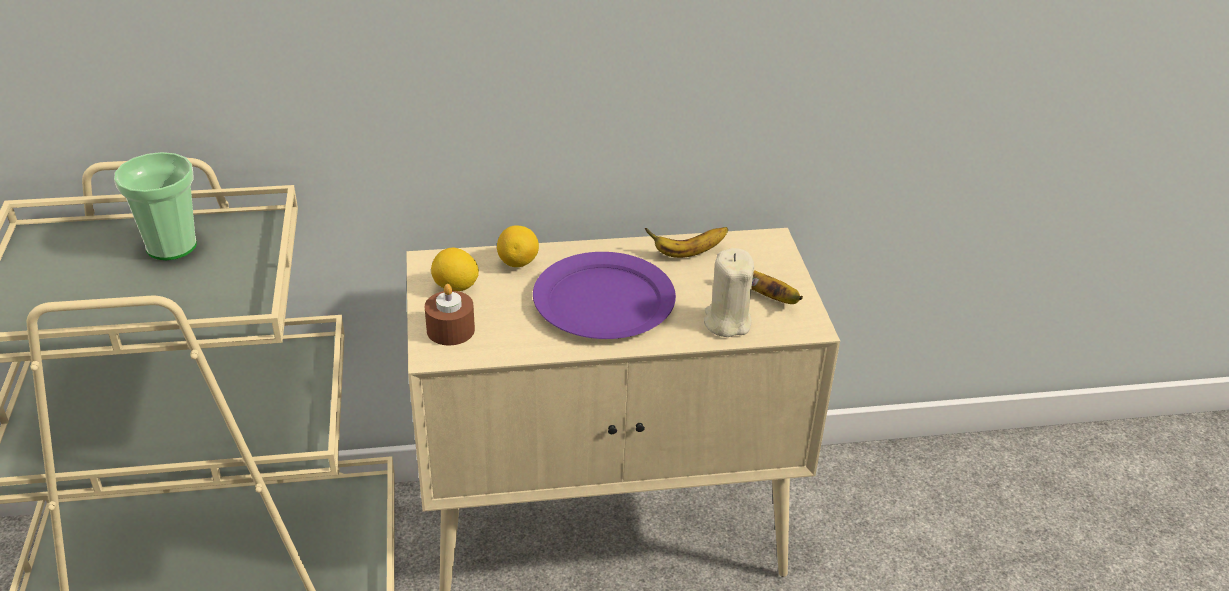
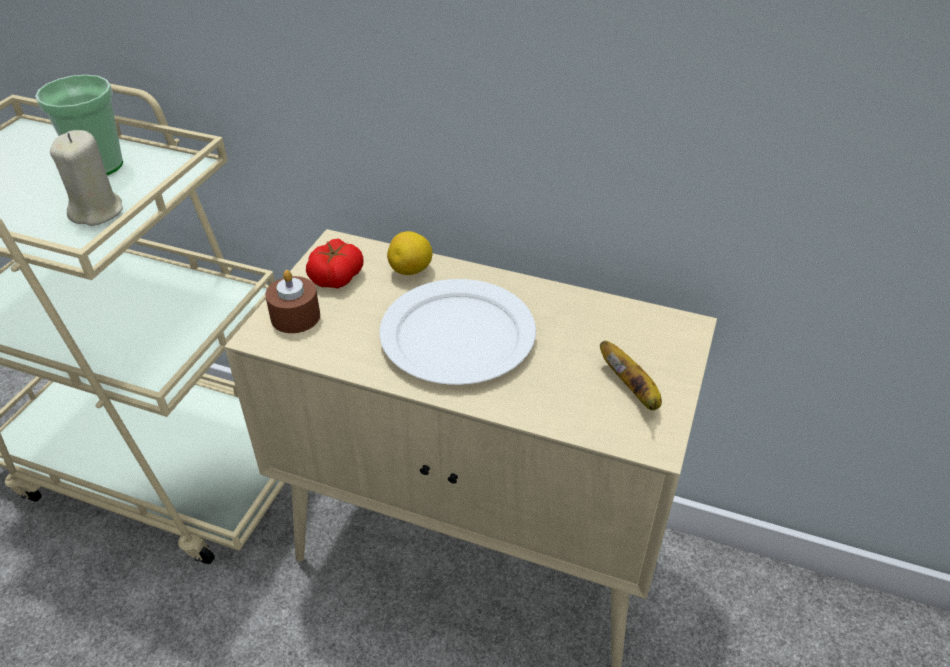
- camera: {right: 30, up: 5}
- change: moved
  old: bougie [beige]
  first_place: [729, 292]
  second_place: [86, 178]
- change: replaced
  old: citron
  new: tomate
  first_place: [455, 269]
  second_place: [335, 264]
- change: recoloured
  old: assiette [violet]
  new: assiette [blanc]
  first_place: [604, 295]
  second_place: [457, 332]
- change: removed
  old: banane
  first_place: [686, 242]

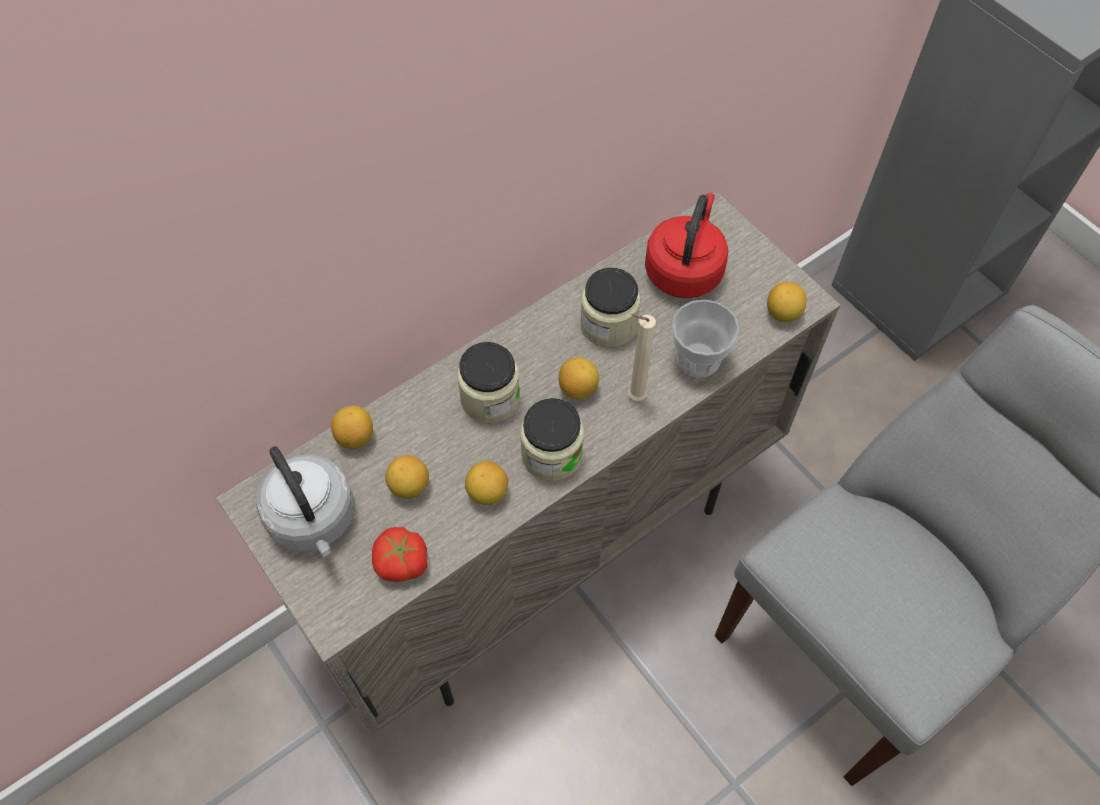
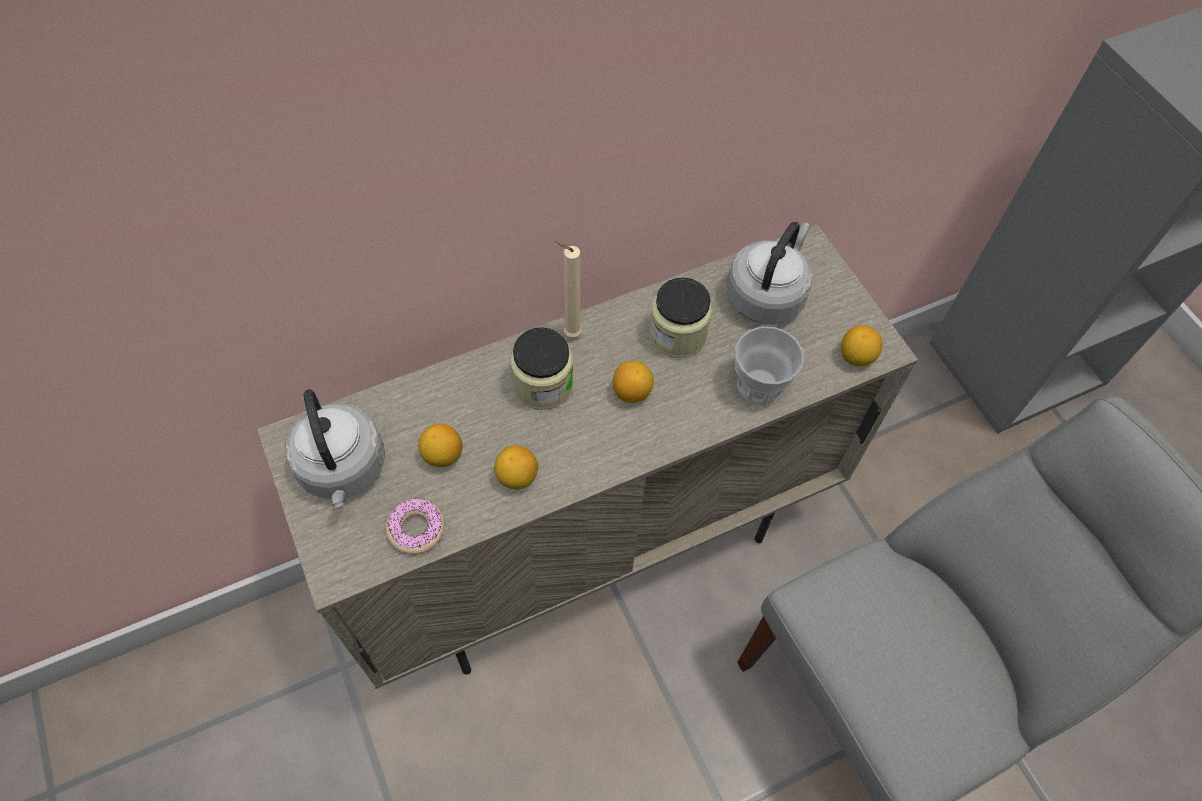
- camera: {right: 10, up: 0}
- change: replaced
  old: tomate
  new: beignet
  first_place: [400, 554]
  second_place: [415, 526]
- change: moved
  old: bougie [beige]
  first_place: [642, 357]
  second_place: [568, 289]
- change: recoloured
  old: bouilloire [rouge]
  new: bouilloire [gris]
  first_place: [686, 245]
  second_place: [770, 273]
- change: removed
  old: citron
  first_place: [352, 427]
- change: removed
  old: bocal
  first_place: [552, 439]

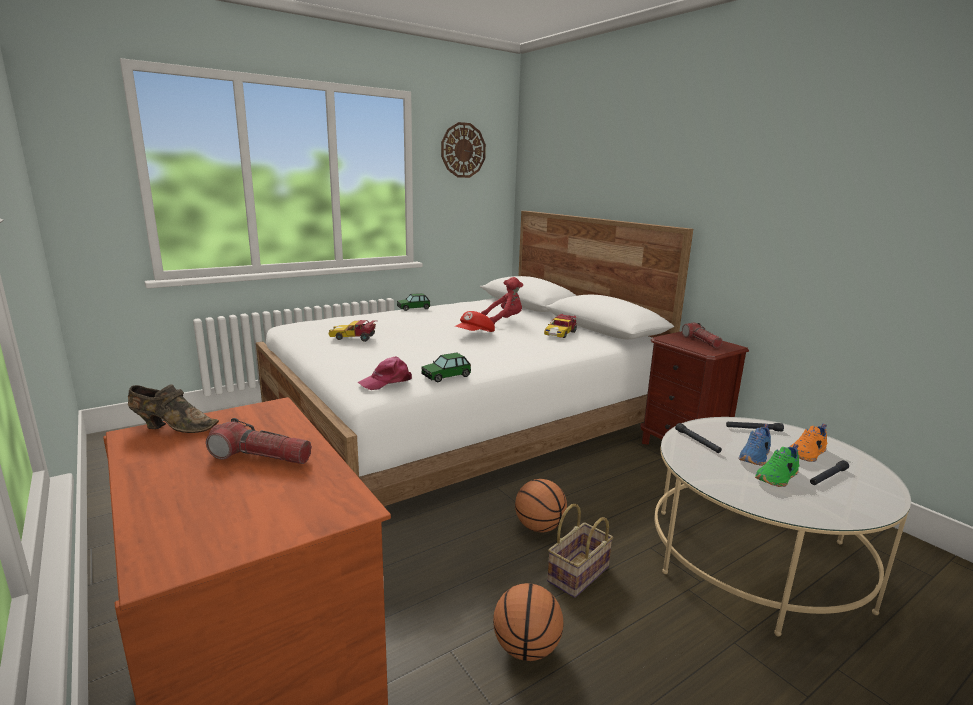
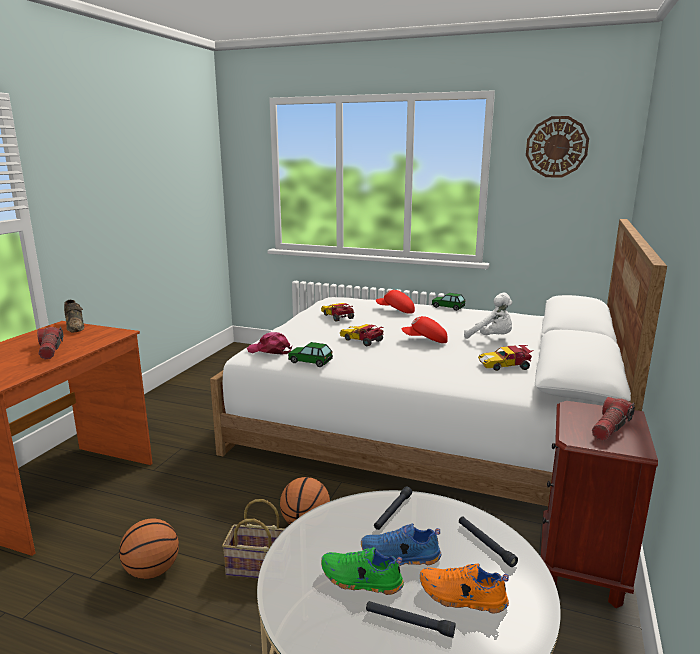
- camera: {right: 55, up: 0}
- change: added
  new: petite voiture
  second_place: [362, 335]
- change: added
  new: casquette [rouge]
  second_place: [395, 302]
- change: recoloured
  old: peluche [rouge]
  new: peluche [blanc]
  first_place: [502, 300]
  second_place: [488, 316]

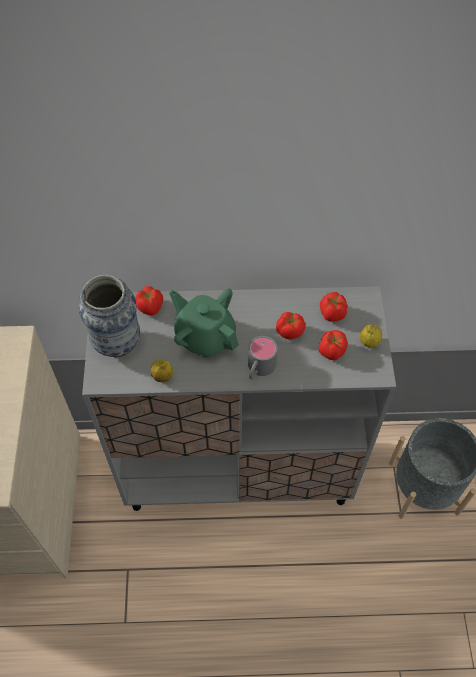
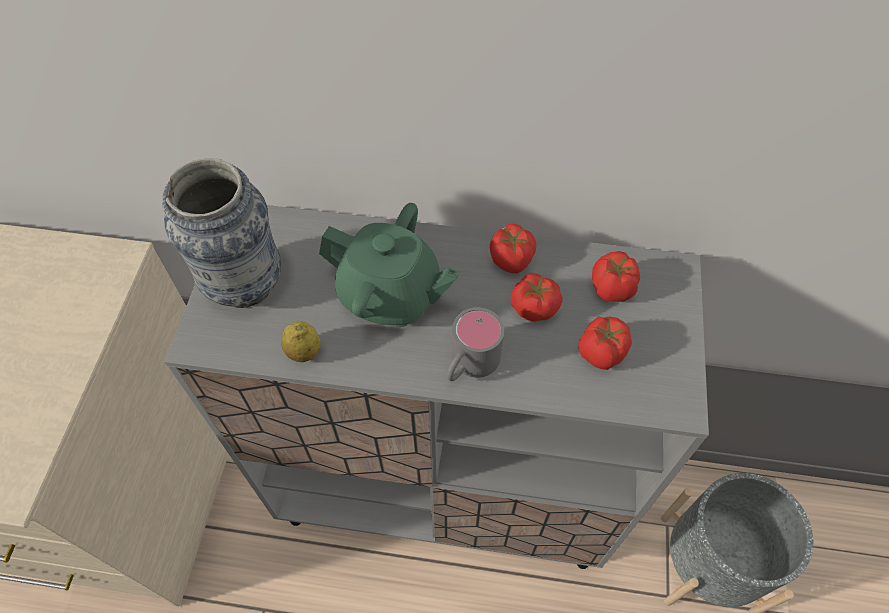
- camera: {right: 10, up: 0}
- change: turned
  old: théière [vert]
  first_place: [204, 323]
  second_place: [389, 265]
  degrees: 150
- change: moved
  old: tomate
  first_place: [149, 300]
  second_place: [513, 248]
- change: removed
  old: citron
  first_place: [371, 336]

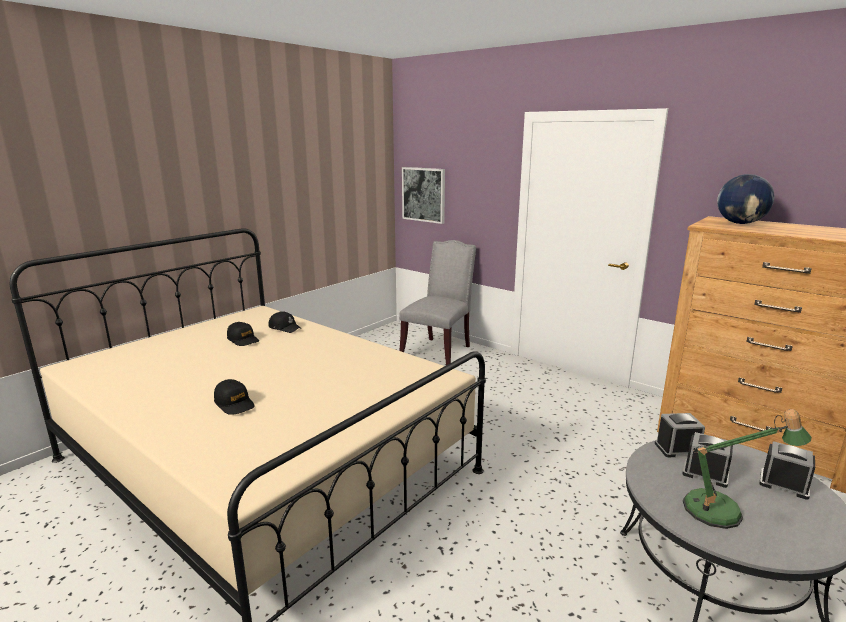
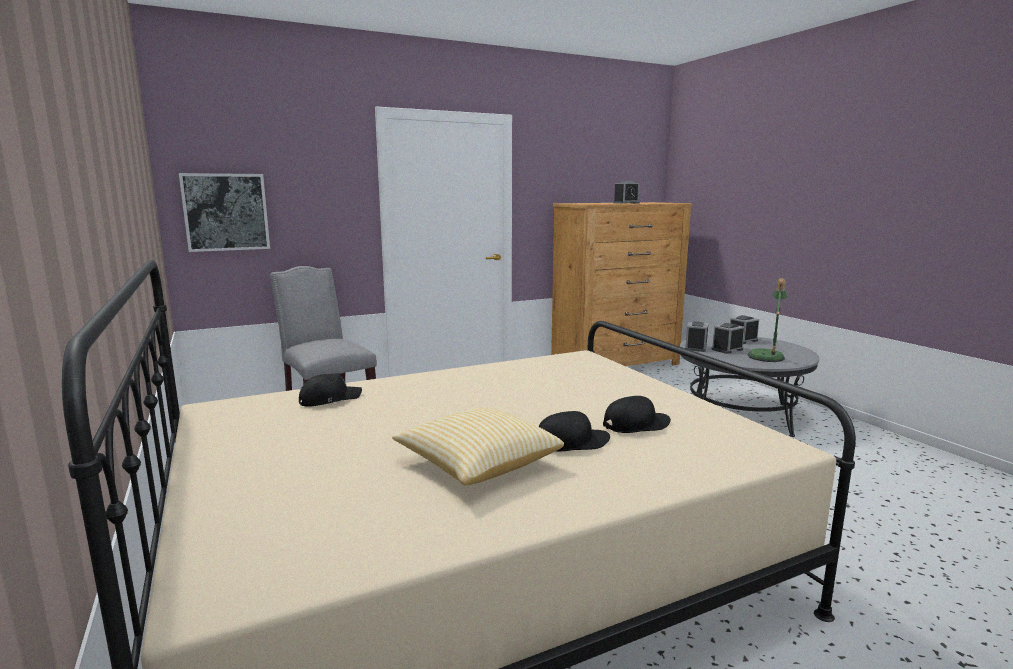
- camera: {right: -65, up: -5}
- change: added
  new: coussin
  second_place: [478, 446]
- change: moved
  old: casquette [noir]
  first_place: [243, 334]
  second_place: [637, 414]
- change: added
  new: réveil
  second_place: [626, 192]
- change: removed
  old: globe
  first_place: [746, 199]

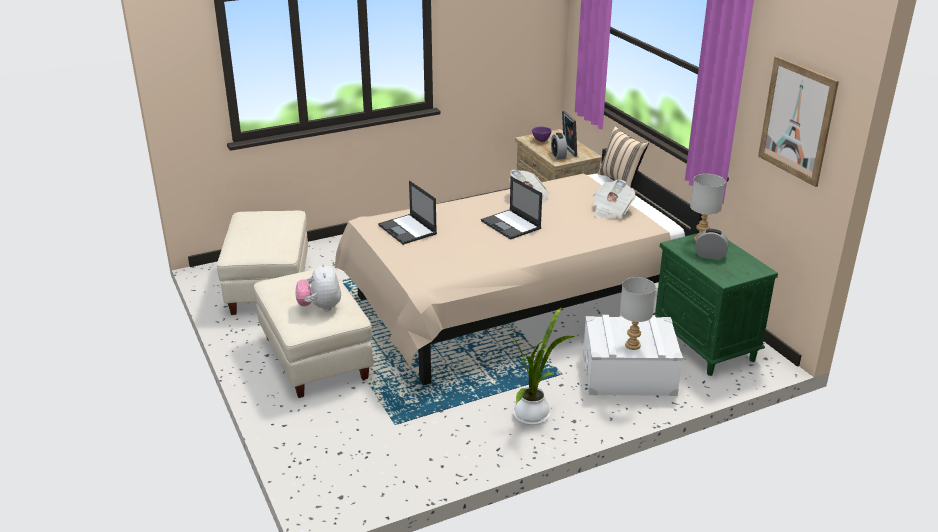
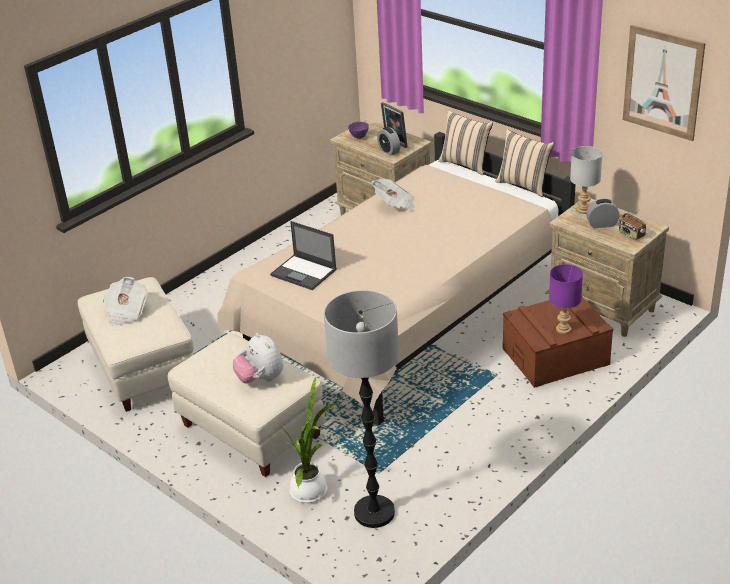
- camera: {right: -20, up: 5}
- change: moved
  old: journal
  first_place: [614, 199]
  second_place: [125, 301]
- change: moved
  old: plante en pot
  first_place: [542, 366]
  second_place: [305, 440]
- change: added
  new: lampadaire
  second_place: [361, 409]
- change: added
  new: coussin [beige]
  second_place: [525, 163]
- change: recoloured
  old: boîte de rangement [blanc]
  new: boîte de rangement [marron]
  first_place: [633, 355]
  second_place: [557, 342]
- change: recoloured
  old: table de chevet [vert]
  new: table de chevet [beige]
  first_place: [715, 304]
  second_place: [607, 268]
- change: recoloured
  old: lampe de table [gris]
  new: lampe de table [violet]
  first_place: [638, 313]
  second_place: [566, 299]
- change: added
  new: radio
  second_place: [632, 225]
- change: removed
  old: ordinateur portable
  first_place: [511, 208]

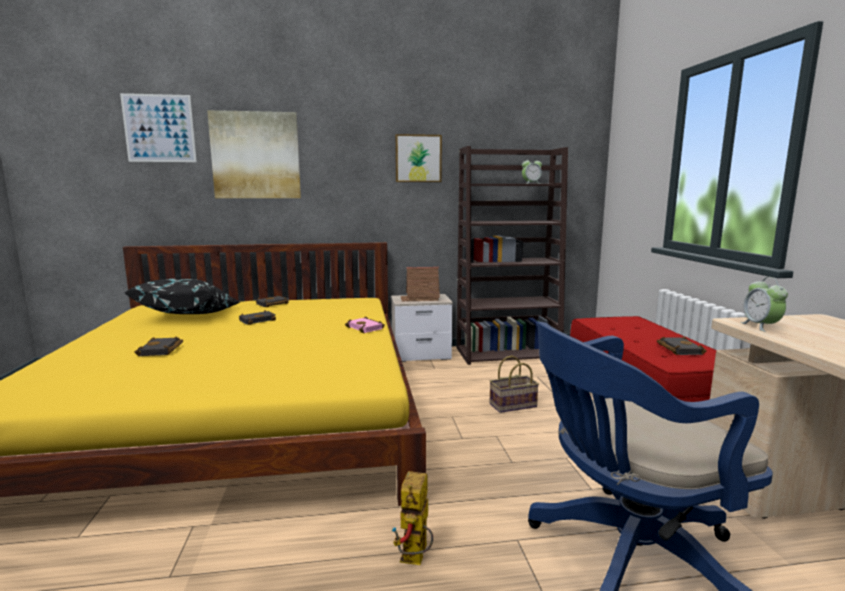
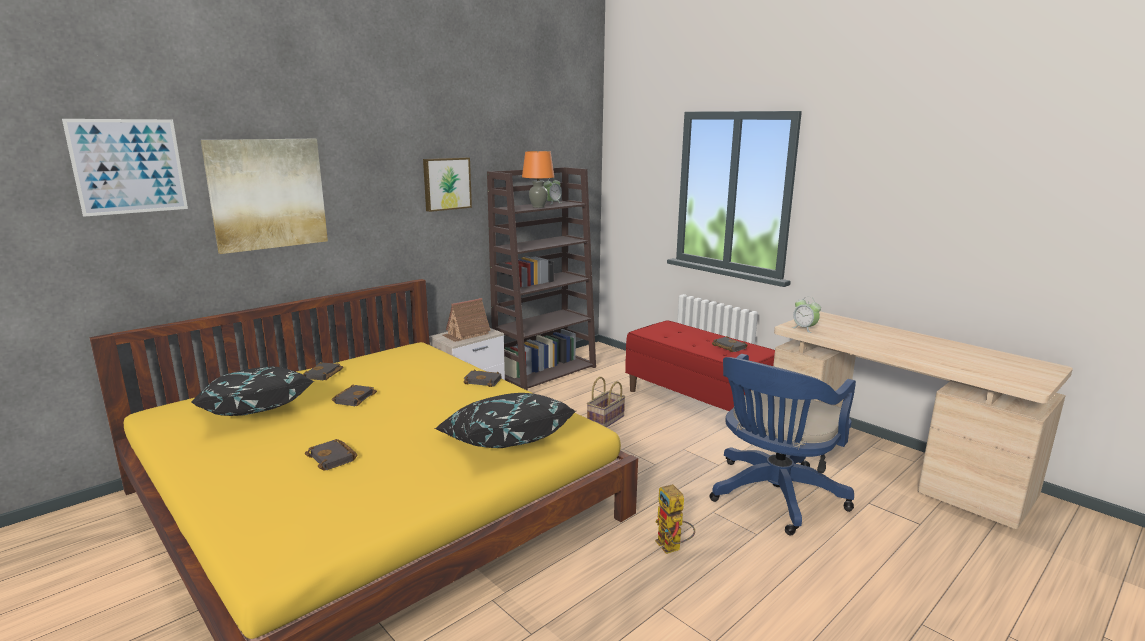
- camera: {right: -35, up: 5}
- change: added
  new: coussin [noir]
  second_place: [505, 420]
- change: recoloured
  old: livre [rose]
  new: livre [noir]
  first_place: [365, 324]
  second_place: [482, 378]
- change: added
  new: lampe de table [orange]
  second_place: [538, 179]

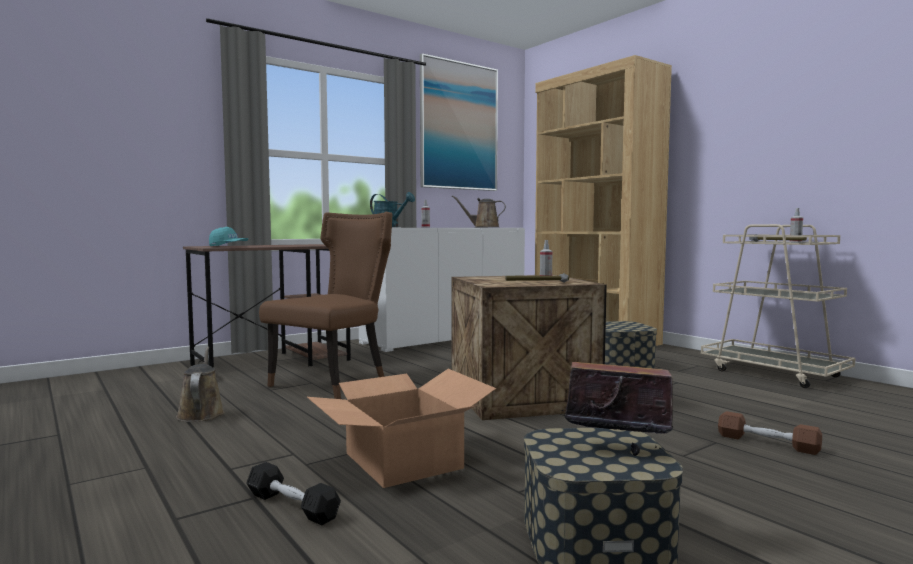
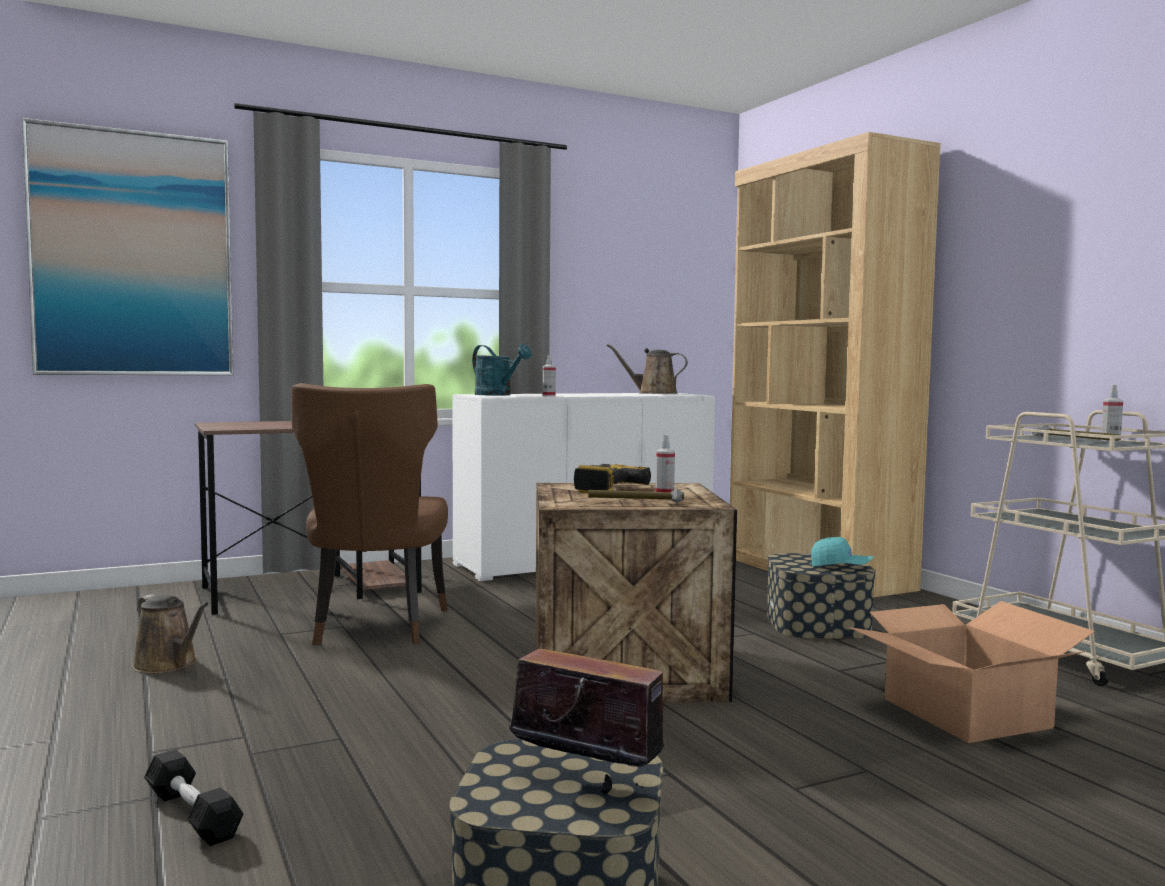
- camera: {right: 10, up: 0}
- change: moved
  old: tableau
  first_place: [459, 122]
  second_place: [127, 246]
- change: turned
  old: arrosoir [marron]
  first_place: [200, 384]
  second_place: [170, 634]
  degrees: 135
- change: turned
  old: chaise [marron]
  first_place: [326, 305]
  second_place: [369, 514]
  degrees: 135
- change: added
  new: perceuse
  second_place: [612, 478]
- change: moved
  old: casquette [turquoise]
  first_place: [228, 236]
  second_place: [842, 552]
- change: moved
  old: carton
  first_place: [401, 428]
  second_place: [971, 672]
- change: removed
  old: haltère [marron]
  first_place: [770, 433]

